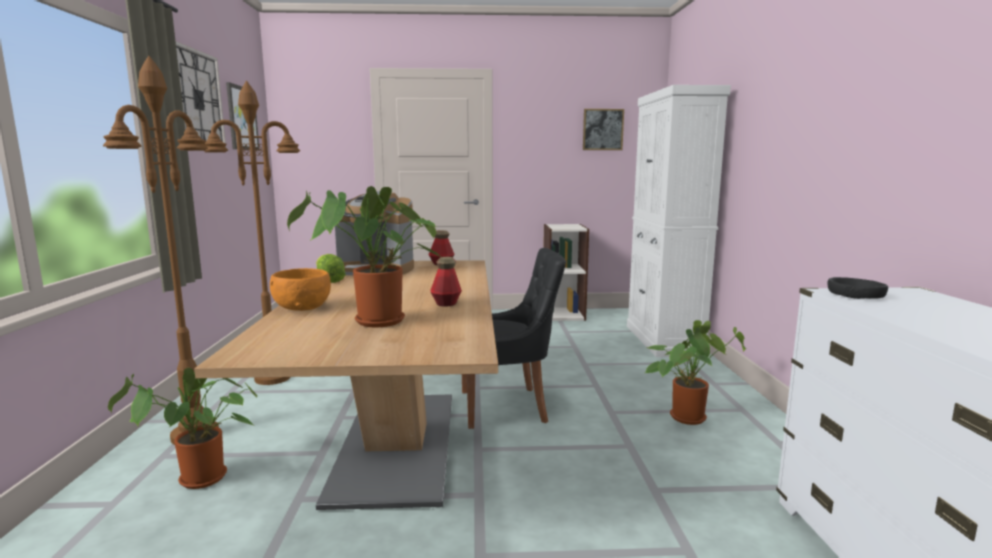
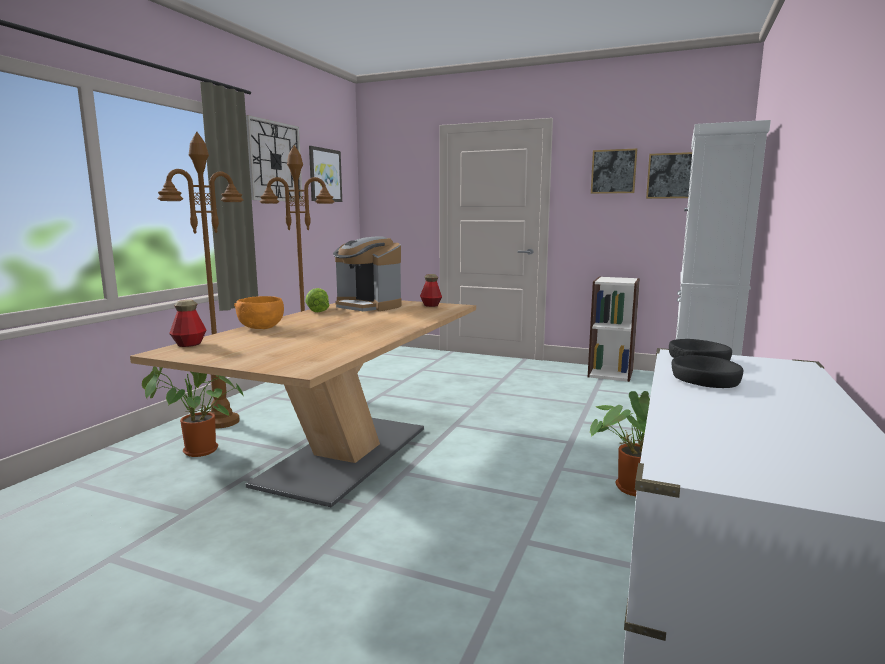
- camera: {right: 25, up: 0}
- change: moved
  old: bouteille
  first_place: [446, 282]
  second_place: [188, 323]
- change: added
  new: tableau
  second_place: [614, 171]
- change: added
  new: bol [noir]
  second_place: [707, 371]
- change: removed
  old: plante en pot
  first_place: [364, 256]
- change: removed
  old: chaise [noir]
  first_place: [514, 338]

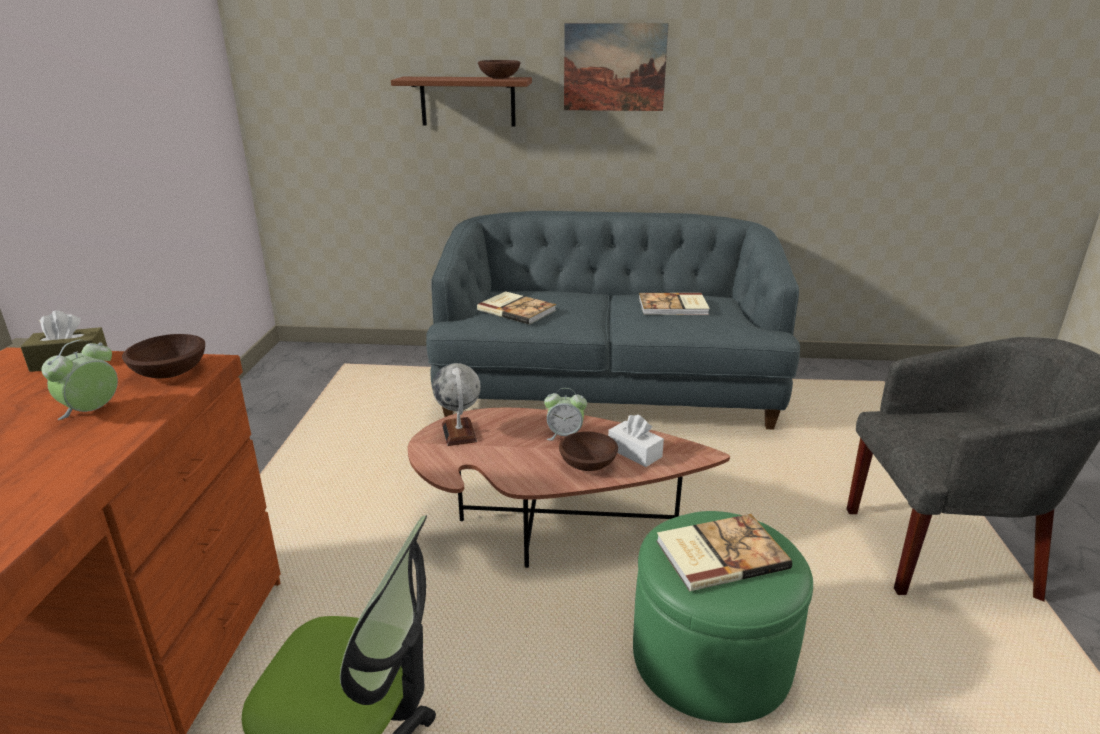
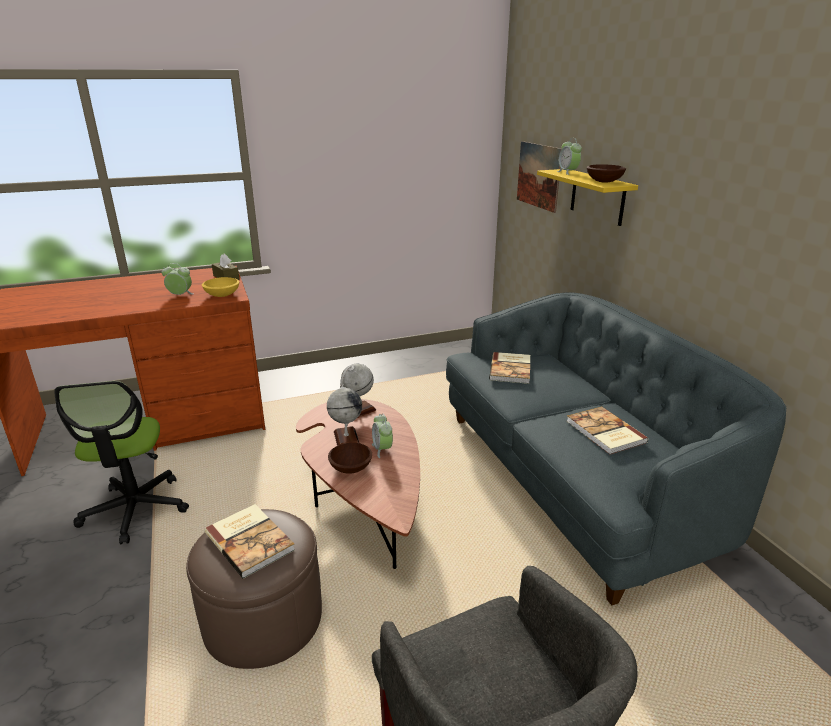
- camera: {right: 65, up: 0}
- change: recoloured
  old: pouf [vert]
  new: pouf [marron]
  first_place: [723, 617]
  second_place: [254, 589]
- change: recoloured
  old: bol [marron]
  new: bol [jaune]
  first_place: [163, 356]
  second_place: [220, 287]
- change: added
  new: globe
  second_place: [344, 415]
- change: moved
  old: tableau
  first_place: [616, 67]
  second_place: [539, 177]
- change: recoloured
  old: étagère [marron]
  new: étagère [jaune]
  first_place: [461, 101]
  second_place: [587, 197]
- change: added
  new: réveil
  second_place: [569, 156]
- change: removed
  old: boîte à mouchoirs [blanc]
  first_place: [636, 441]

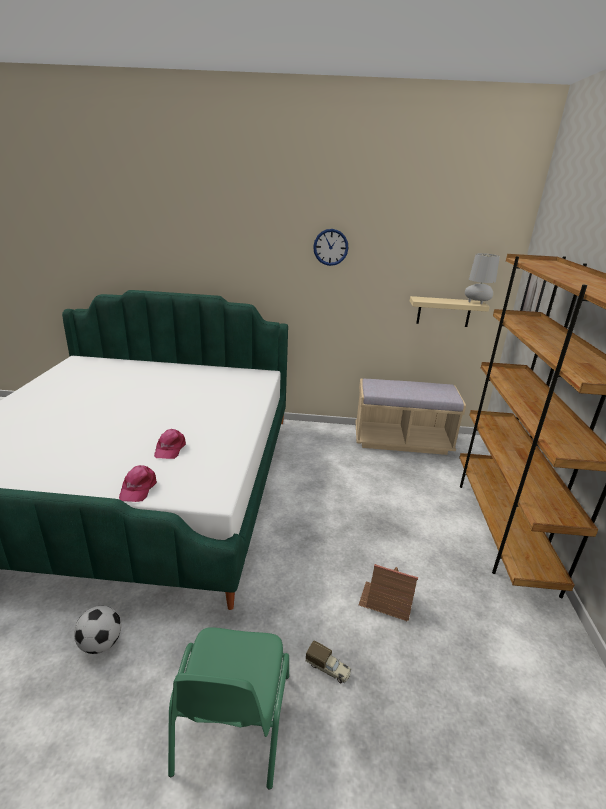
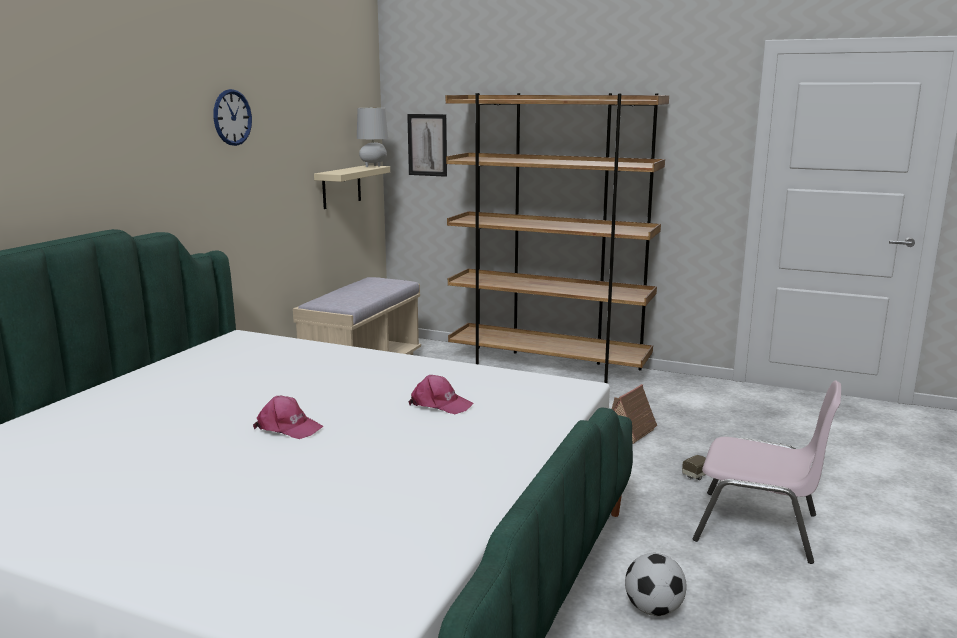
- camera: {right: -70, up: -10}
- change: moved
  old: casquette [rose]
  first_place: [138, 483]
  second_place: [288, 417]
- change: recoloured
  old: chaise [vert]
  new: chaise [rose]
  first_place: [228, 708]
  second_place: [767, 472]

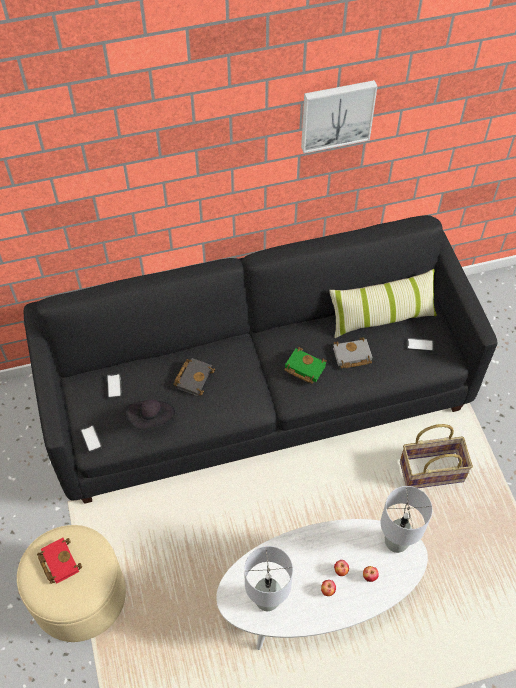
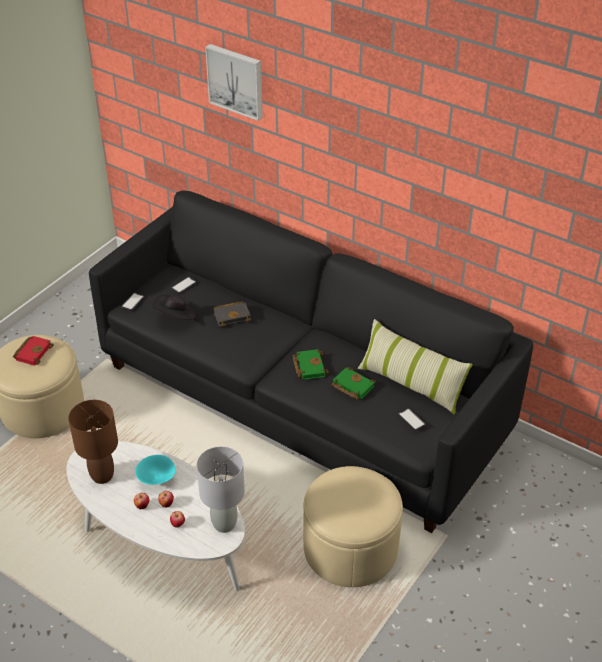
- camera: {right: 50, up: -15}
- change: recoloured
  old: lampe de table [gris]
  new: lampe de table [marron]
  first_place: [268, 578]
  second_place: [93, 442]
- change: added
  new: bol [turquoise]
  second_place: [155, 470]
- change: moved
  old: tableau
  first_place: [339, 116]
  second_place: [234, 82]
- change: replaced
  old: panier
  new: pouf [beige]
  first_place: [436, 456]
  second_place: [353, 526]
- change: recoloured
  old: livre [gris]
  new: livre [vert]
  first_place: [352, 352]
  second_place: [354, 383]

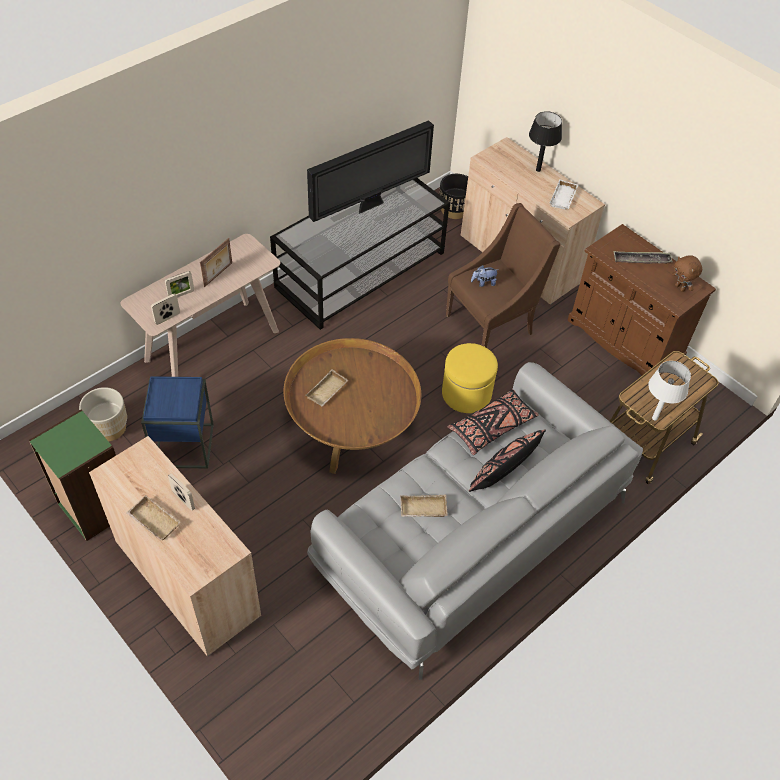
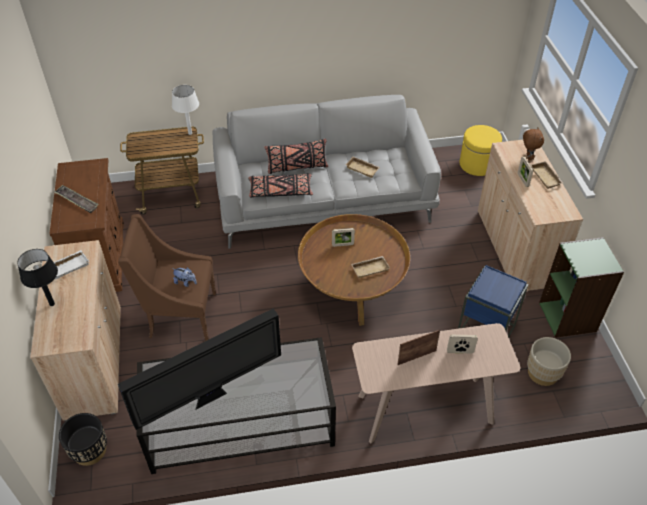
- camera: {right: -145, up: -5}
- change: turned
  old: téléviseur
  first_place: [370, 171]
  second_place: [199, 369]
  degrees: 150
- change: moved
  old: cadre photo
  first_place: [165, 309]
  second_place: [343, 237]
- change: moved
  old: pouf [jaune]
  first_place: [470, 378]
  second_place: [481, 150]
- change: moved
  old: peluche [marron]
  first_place: [687, 273]
  second_place: [533, 144]

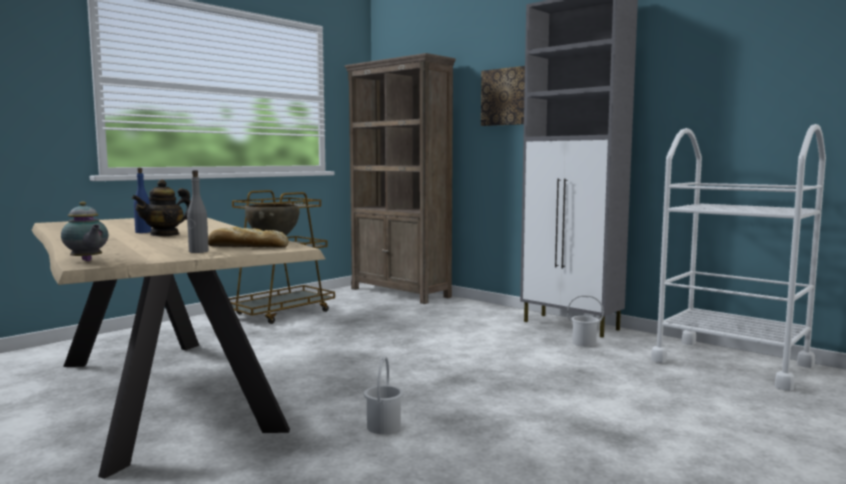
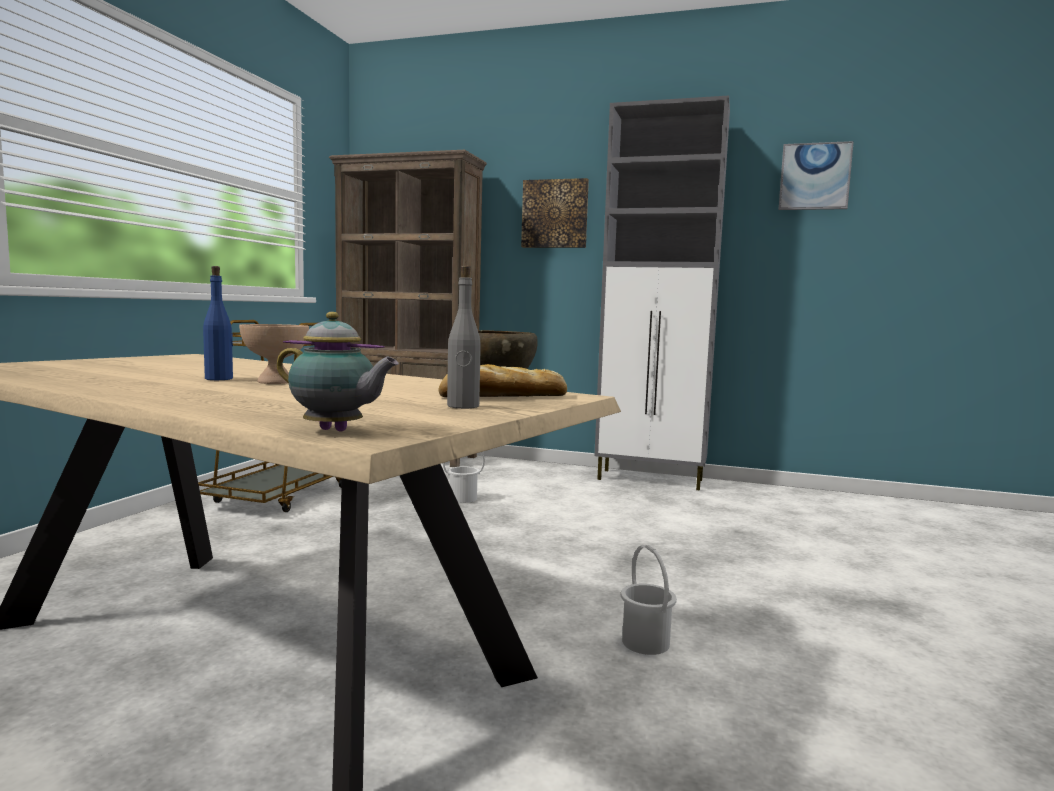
- camera: {right: -25, up: 0}
- change: replaced
  old: théière
  new: bol [beige]
  first_place: [161, 207]
  second_place: [274, 354]
- change: moved
  old: seau [blanc]
  first_place: [585, 321]
  second_place: [464, 477]
- change: added
  new: tableau
  second_place: [816, 175]
- change: removed
  old: chariot [blanc]
  first_place: [738, 257]

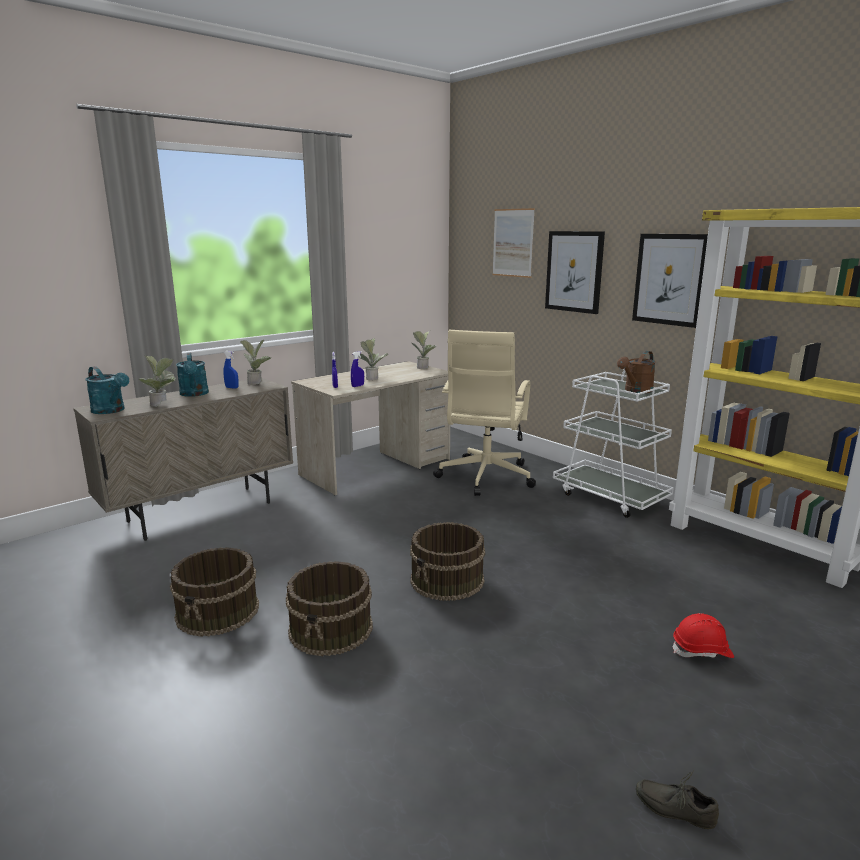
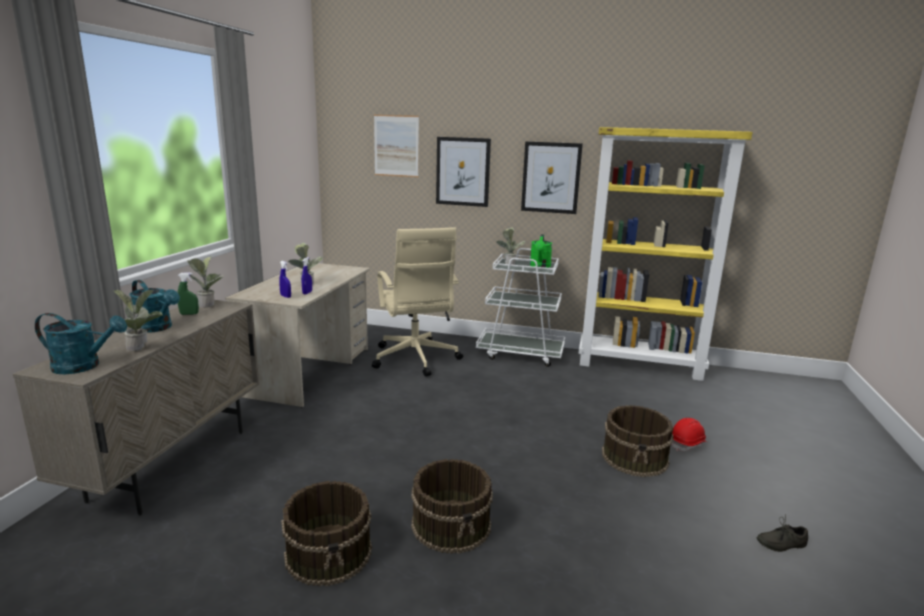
- camera: {right: -35, up: 0}
- change: recoloured
  old: vaporisateur [bleu]
  new: vaporisateur [vert]
  first_place: [231, 370]
  second_place: [188, 293]
- change: moved
  old: plante en pot
  first_place: [424, 350]
  second_place: [511, 246]
- change: recoloured
  old: arrosoir [marron]
  new: arrosoir [vert]
  first_place: [636, 372]
  second_place: [541, 251]
- change: moved
  old: seau [marron]
  first_place: [447, 561]
  second_place: [638, 441]

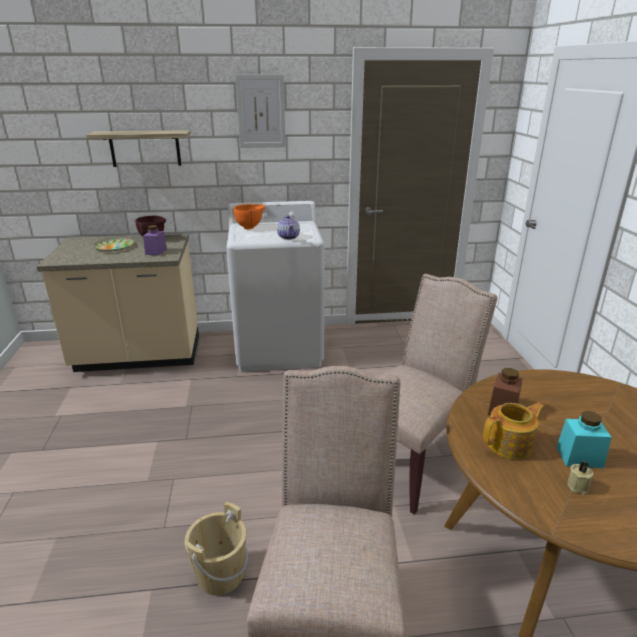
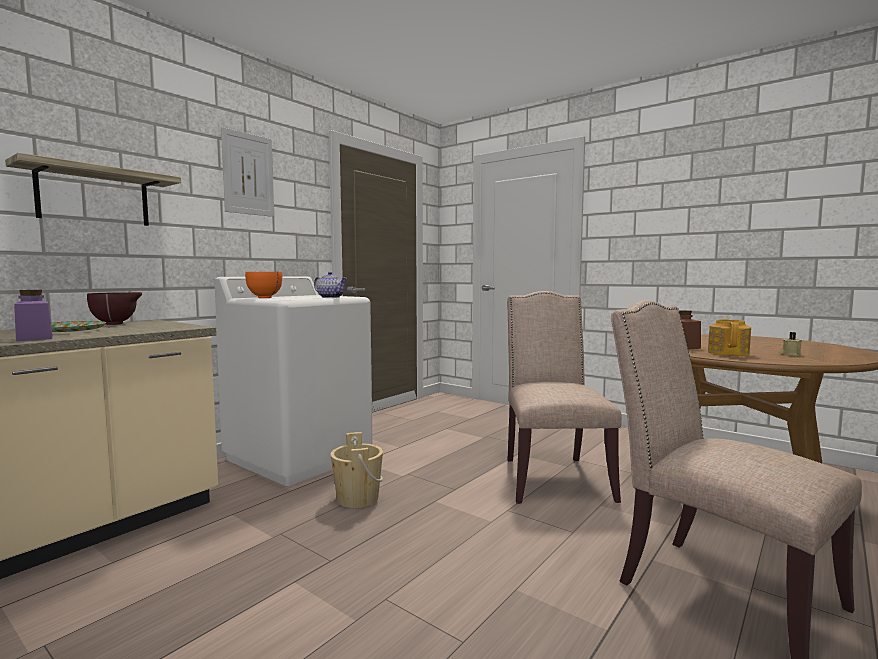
- camera: {right: -45, up: -20}
- change: moved
  old: bocal [violet]
  first_place: [155, 240]
  second_place: [33, 315]
- change: moved
  old: seau [beige]
  first_place: [216, 548]
  second_place: [356, 470]
- change: removed
  old: bocal [turquoise]
  first_place: [584, 439]

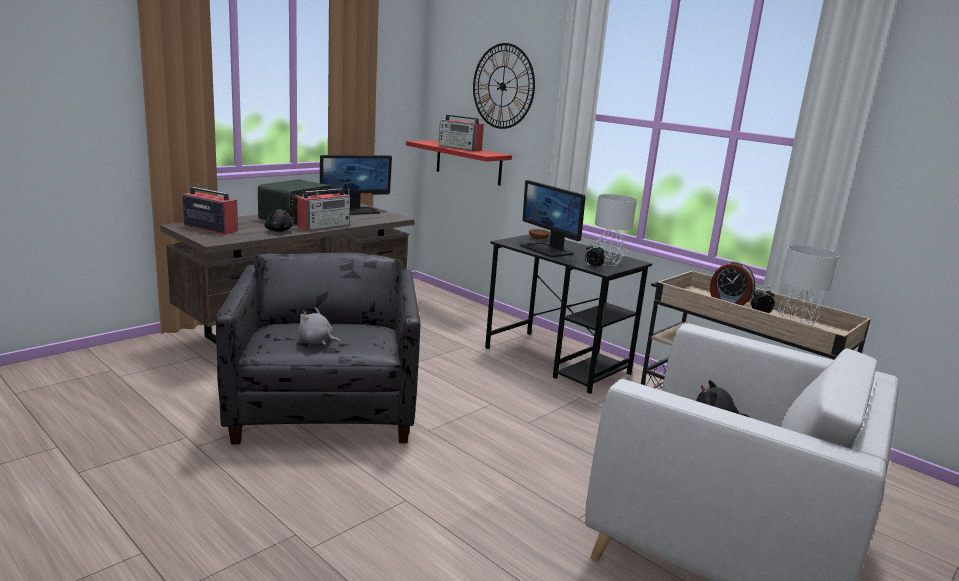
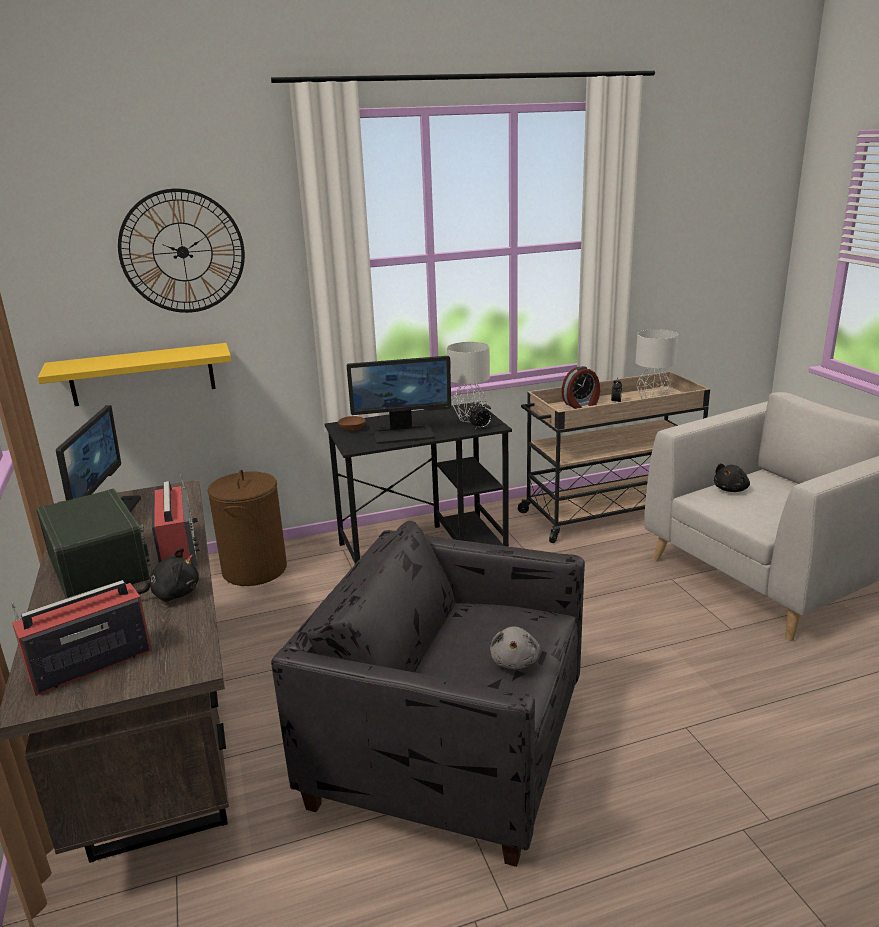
- camera: {right: -60, up: 5}
- change: recoloured
  old: étagère [rouge]
  new: étagère [jaune]
  first_place: [459, 163]
  second_place: [134, 374]
- change: added
  new: panier à linge [marron]
  second_place: [247, 528]
- change: turned
  old: peluche [gris]
  first_place: [320, 326]
  second_place: [515, 647]
  degrees: -45
- change: removed
  old: radio
  first_place: [461, 133]

